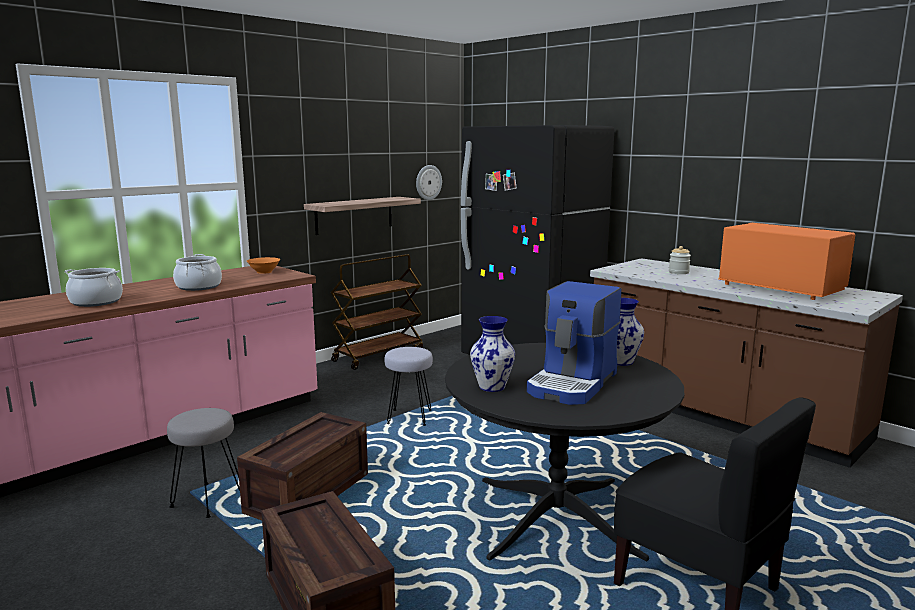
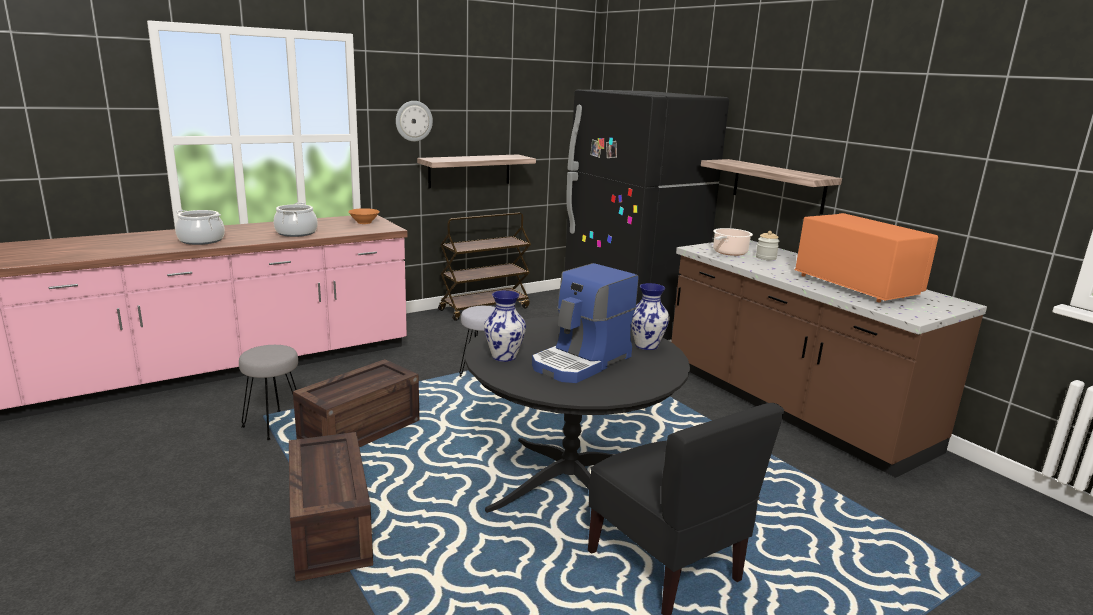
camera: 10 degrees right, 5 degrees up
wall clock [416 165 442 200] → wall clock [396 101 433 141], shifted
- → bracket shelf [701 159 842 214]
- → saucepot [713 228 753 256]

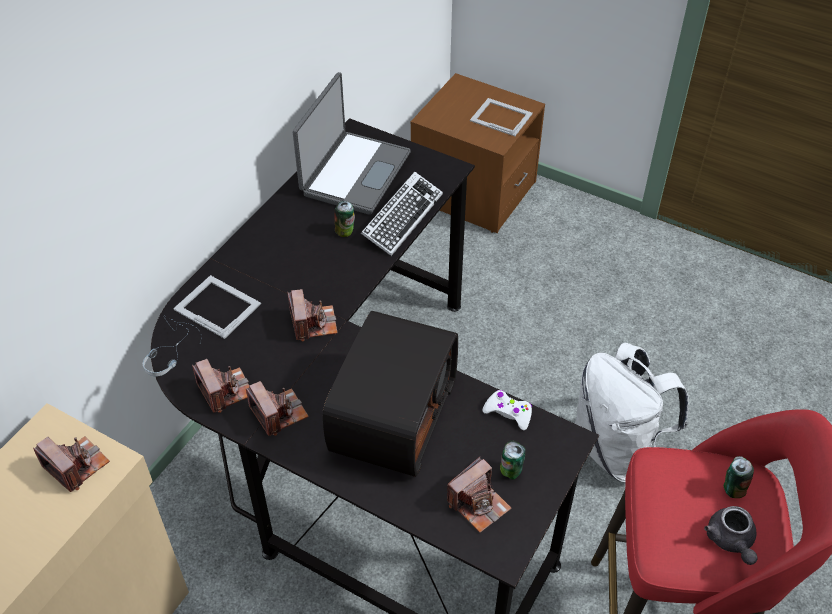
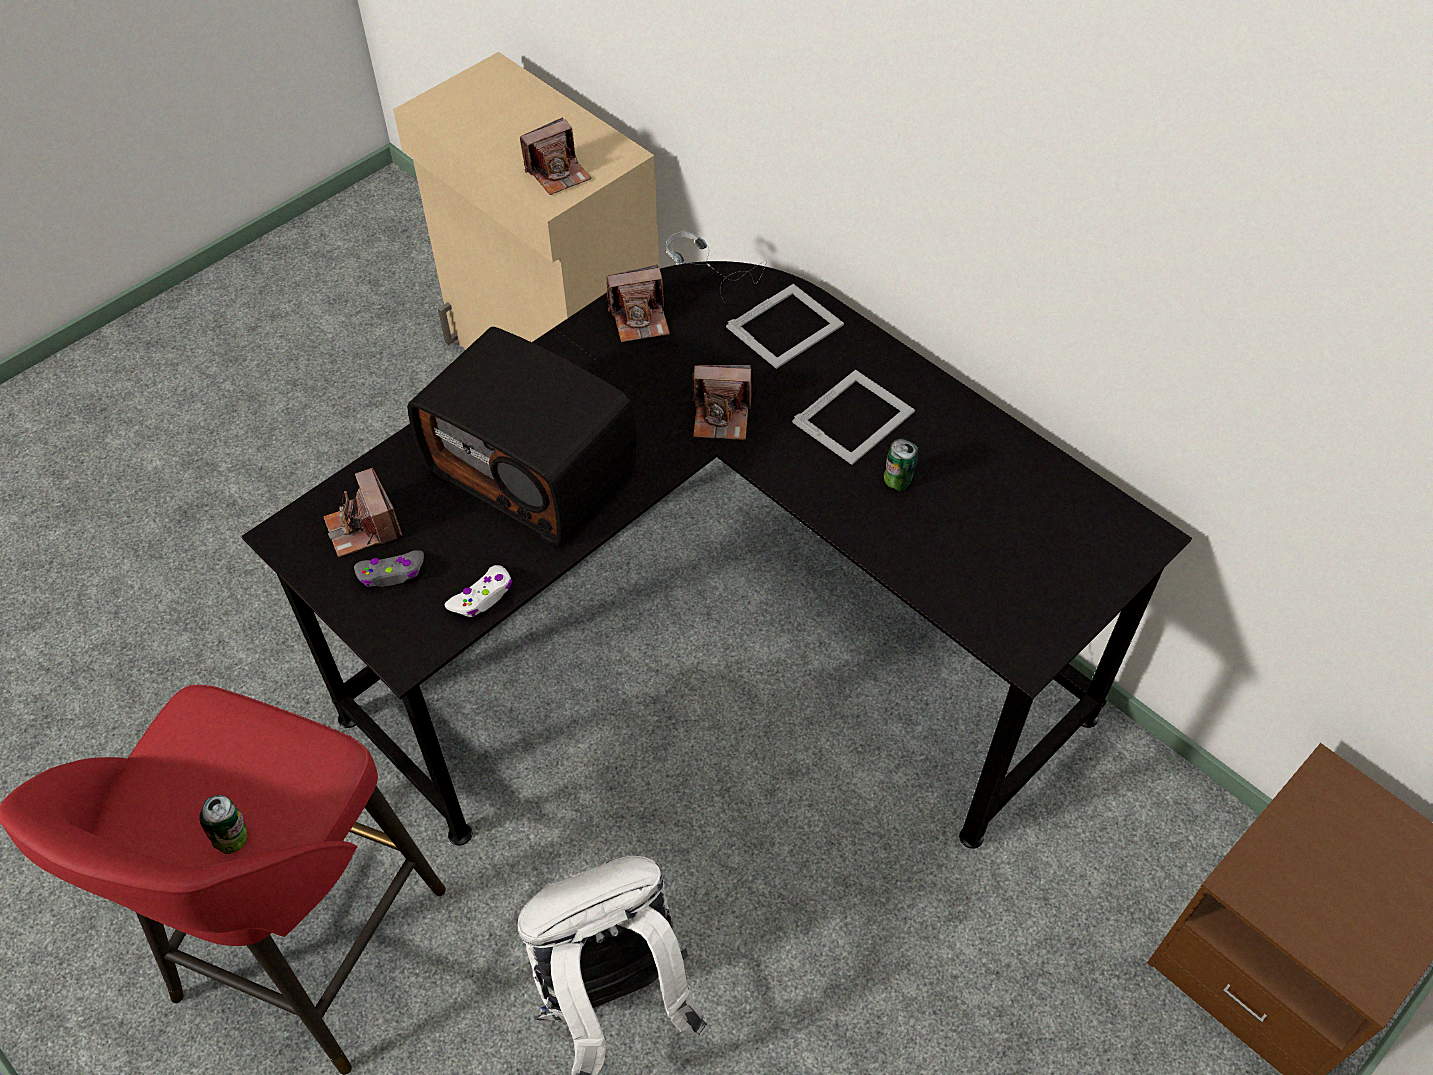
camera: 105 degrees right, 5 degrees up
laptop [293 72 411 215] → -
photo frame [470 98 533 136] → photo frame [792 370 915 465], shifted
computer keyboard [361 172 443 256] → -
photo camera [246 381 309 436] → -
sealed can [500 440 525 480] → game controller (grey) [354 550 424 587]
teapot (grey) [704 506 758 565] → -

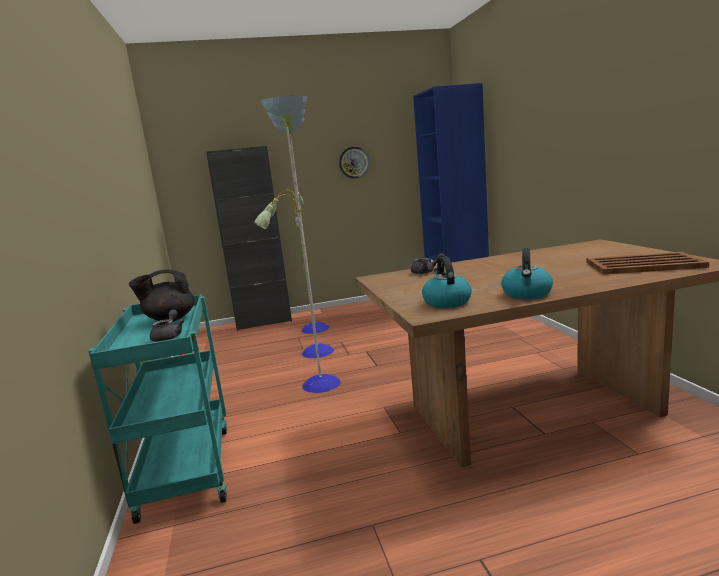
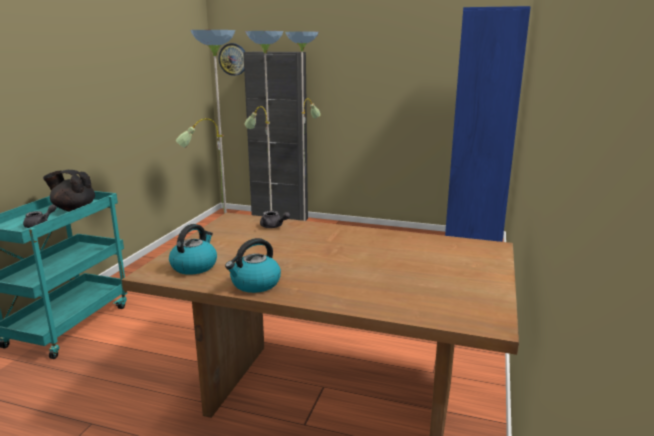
camera: 30 degrees right, 5 degrees up
wall clock [339 147 369 179] → wall clock [219 43 245 76], shifted
serving tray (brown) [586 252 709 274] → -

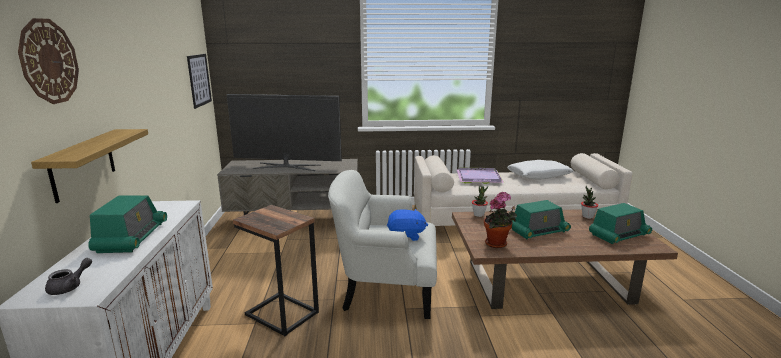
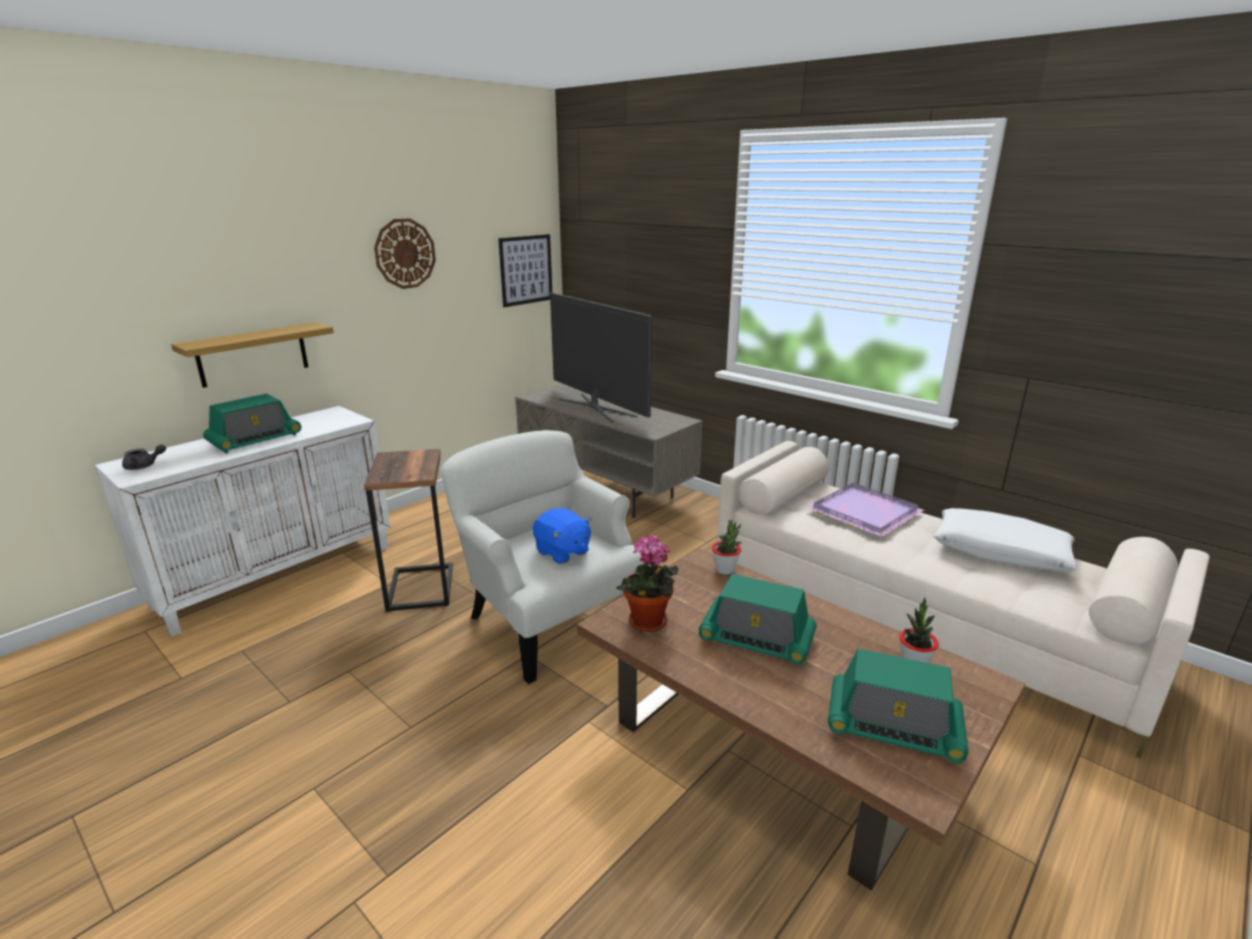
camera: 45 degrees right, 5 degrees up
wall clock [18 18 79 104] → wall clock [374 218 436 289], shifted

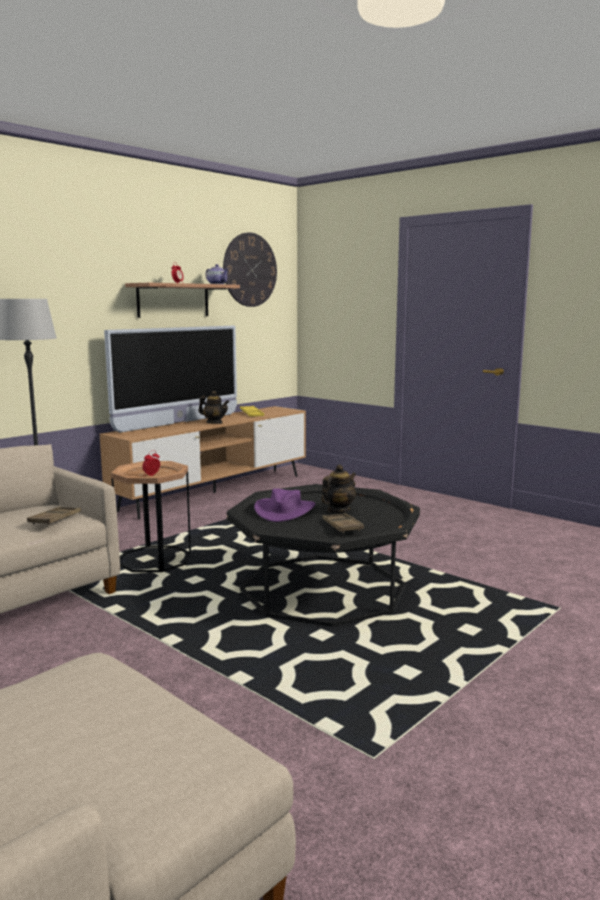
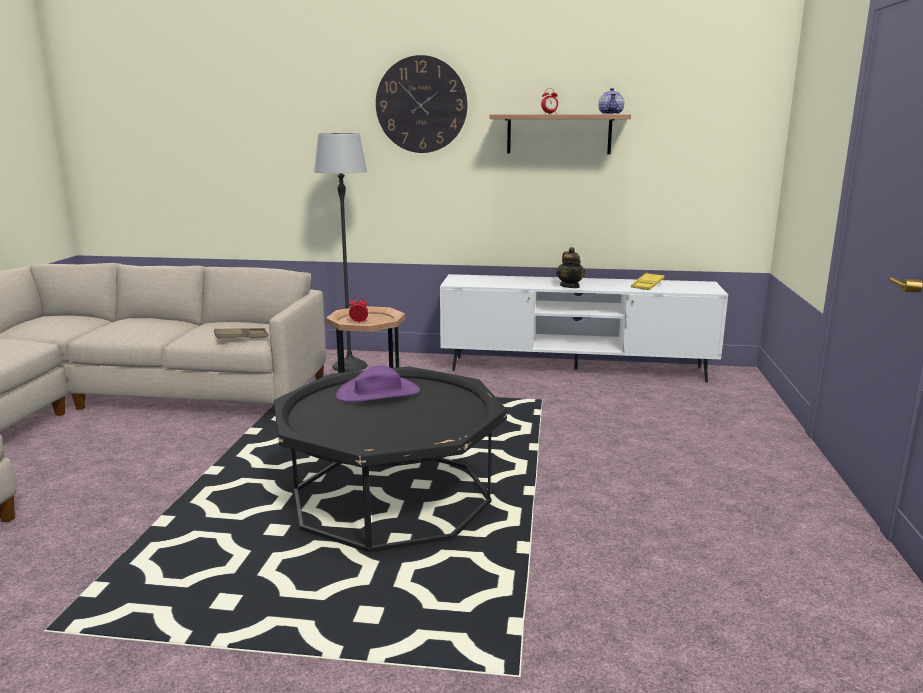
camera: 55 degrees right, 5 degrees up
wall clock [223 232 277 307] → wall clock [376 55 467 153], shifted
television [104 326 237 433] → -
media console (brown) [100 406 306 520] → media console (white) [440 274 728 382]
teapot [321 464 356 513] → -
serving tray (brown) [323 513 364 533] → -

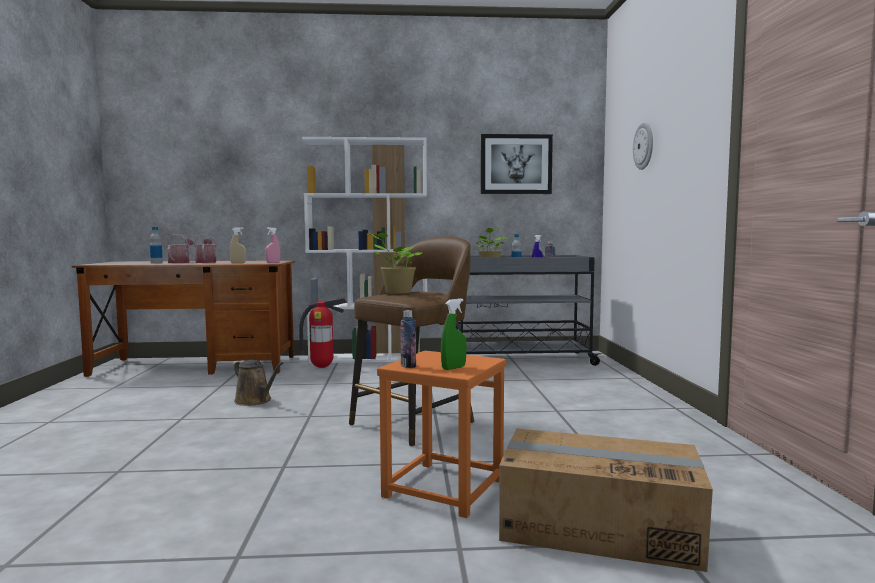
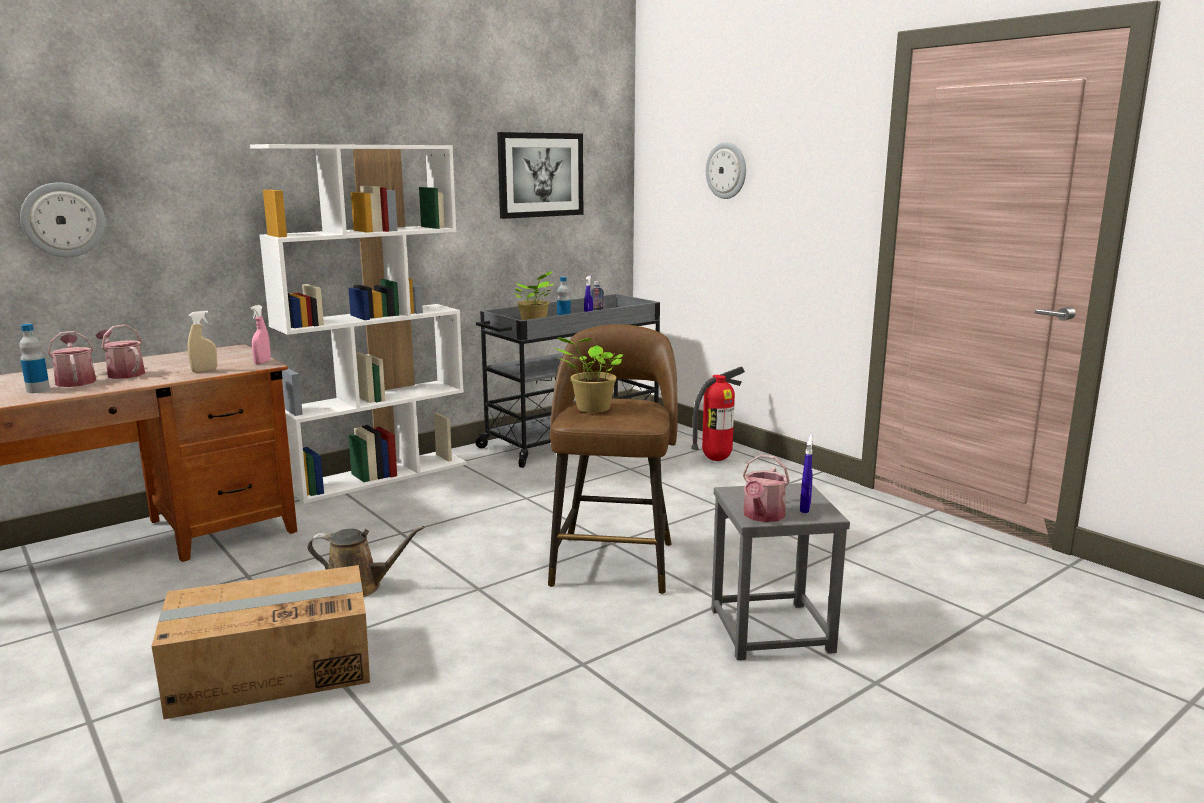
camera: 35 degrees left, 10 degrees up
fire extinguisher [299 298 347 368] → fire extinguisher [691 367 745 461], shifted
hand sprayer (green-coloured) [441 298 467 370] → hand sprayer (bluish) [800 435 813 513]
drink bottle [400 310 416 368] → watering can [743 454 790 522]
stool seat (orange) [377 351 506 518] → stool seat (grey) [711 483 850 660]
cardboard box [499 428 713 572] → cardboard box [151 565 370 719], shifted
- → wall clock [20 182 106 257]

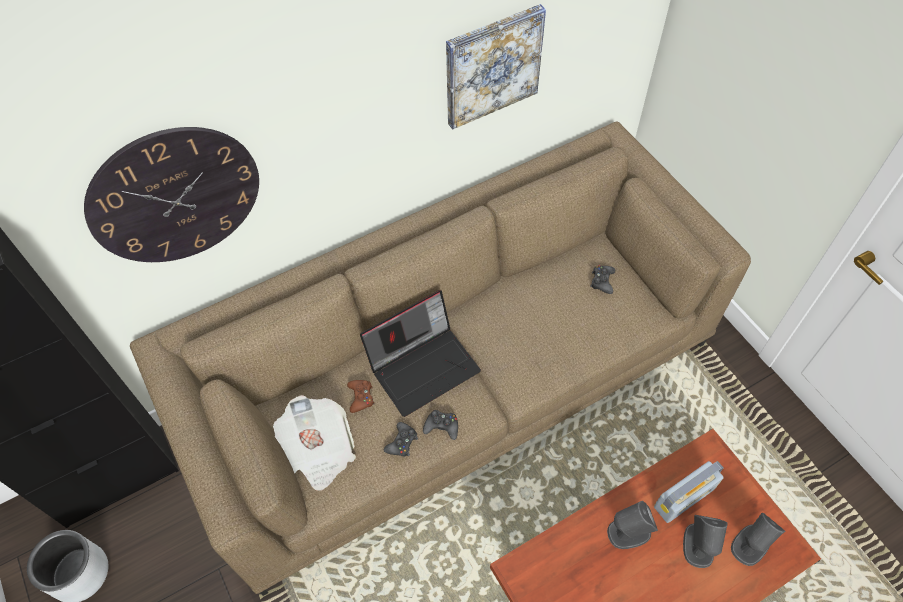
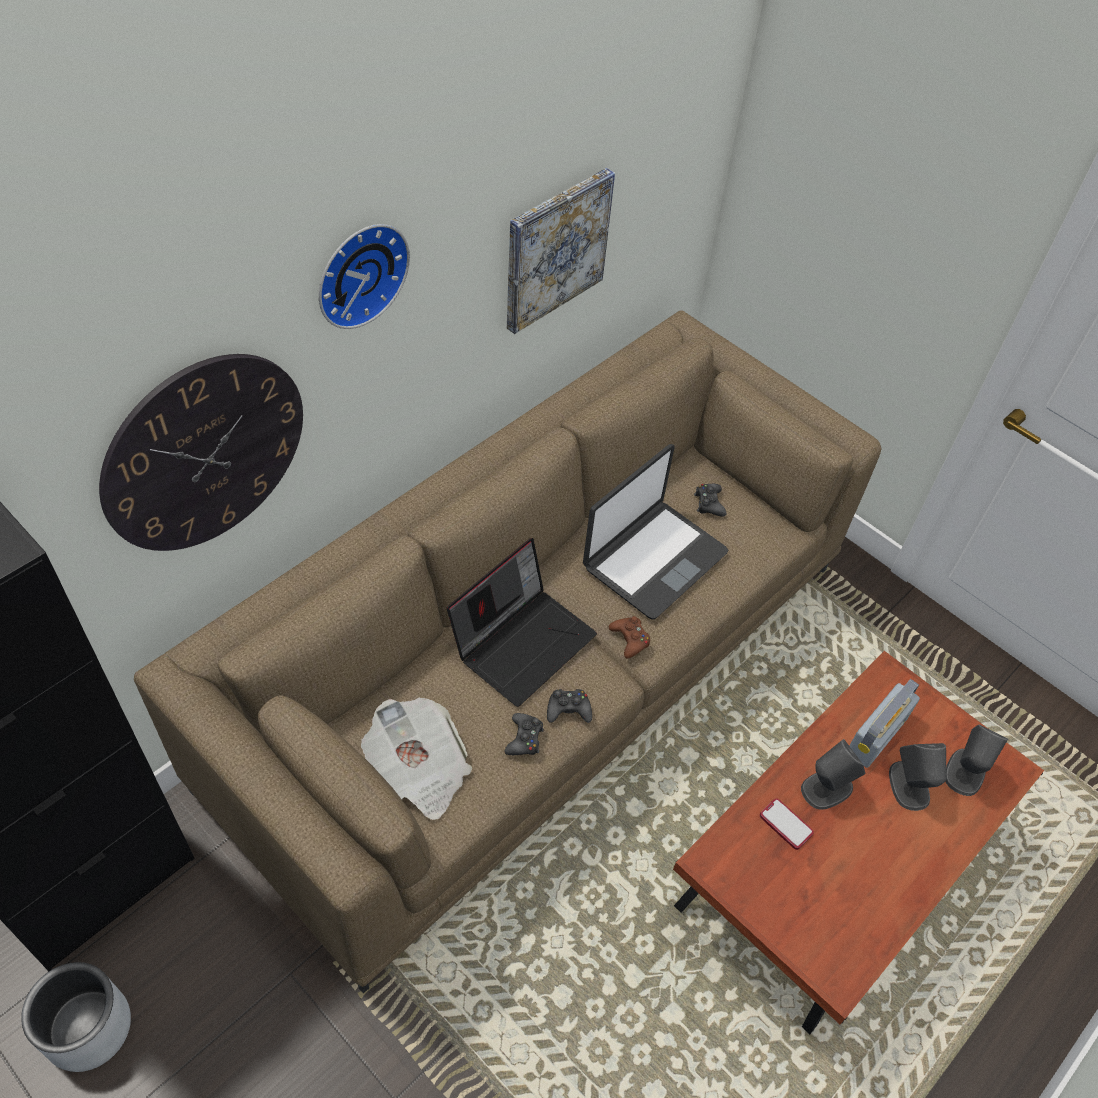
camera: 20 degrees left, 5 degrees down
game controller (brown) [347 380 374 413] → game controller (brown) [609 616 650 659], shifted
- → wall clock [319 224 410 329]
- → laptop [583 444 728 620]
- → phone [760 798 814 850]

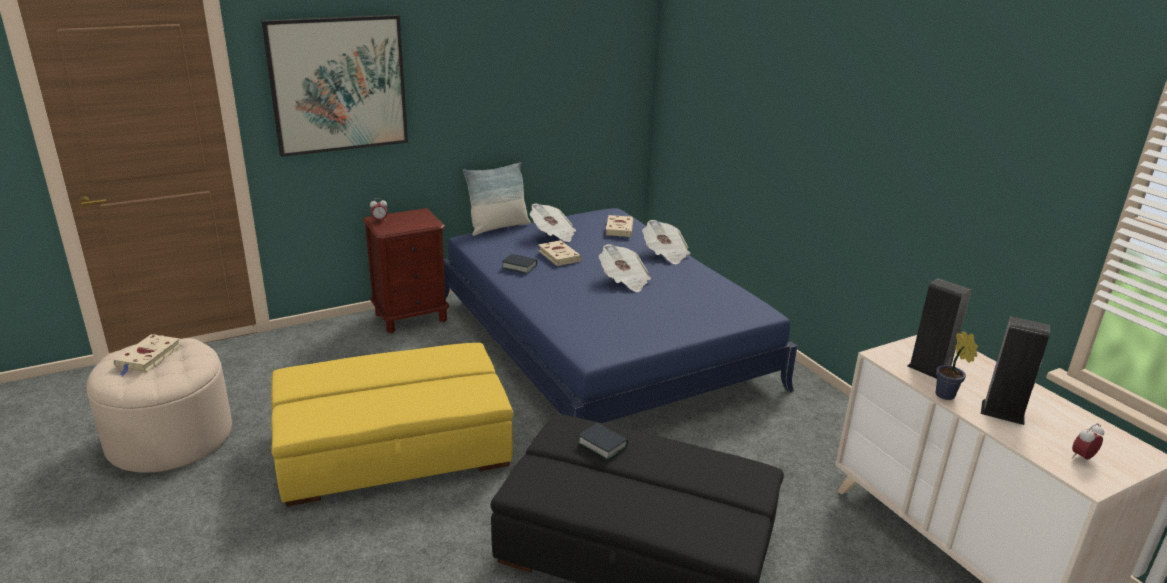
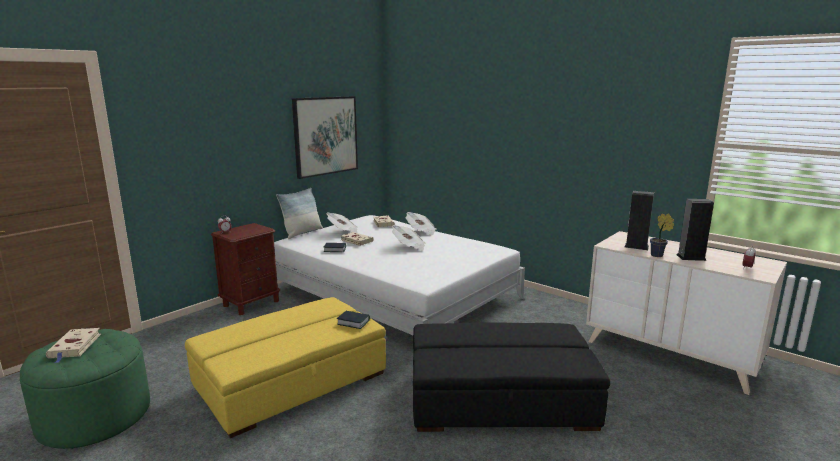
camera: 20 degrees left, 10 degrees down
picture [261 15 408 157] → picture [292 96 358 179], shifted
bedroom bed (bluish) [444 208 797 423] → bedroom bed (white) [274 215 525 335]
ottoman (beige-coloured) [86 338 232 473] → ottoman (green-coloured) [20 329 150 449]
volume [578 423 628 460] → volume [337 311 370 329], shifted

